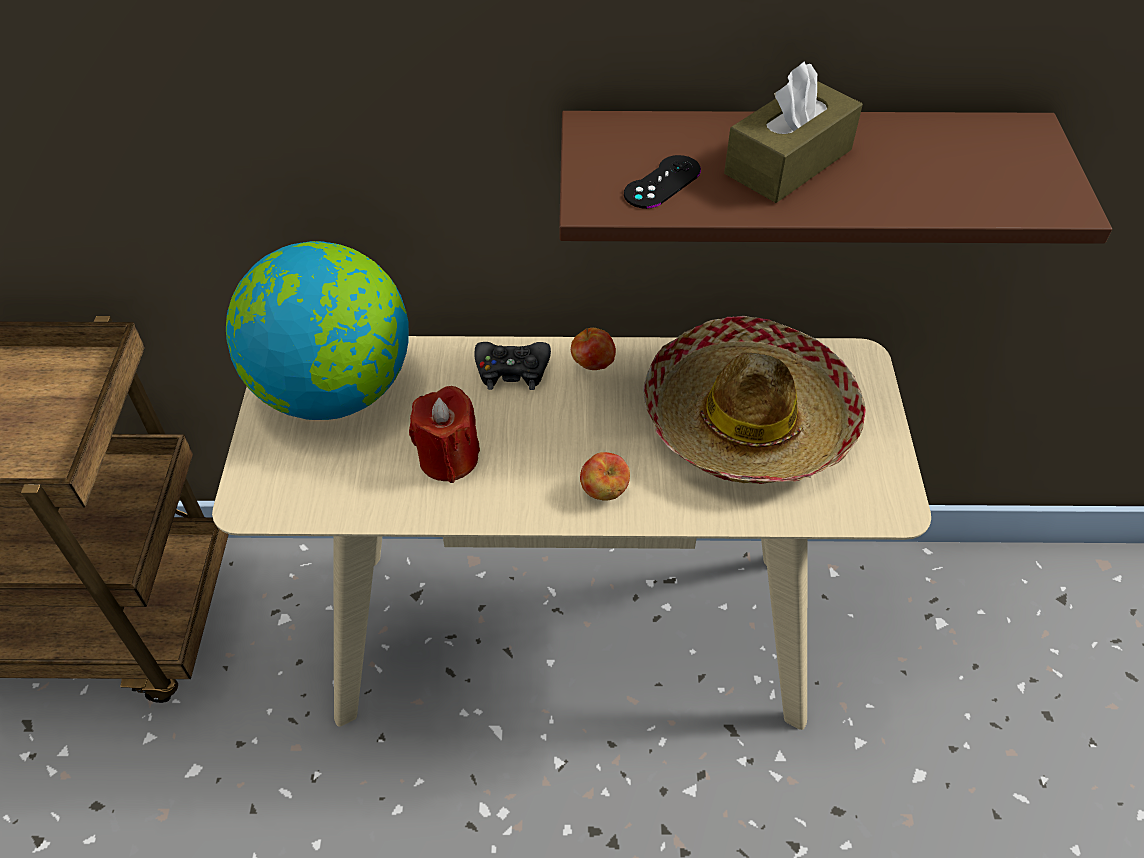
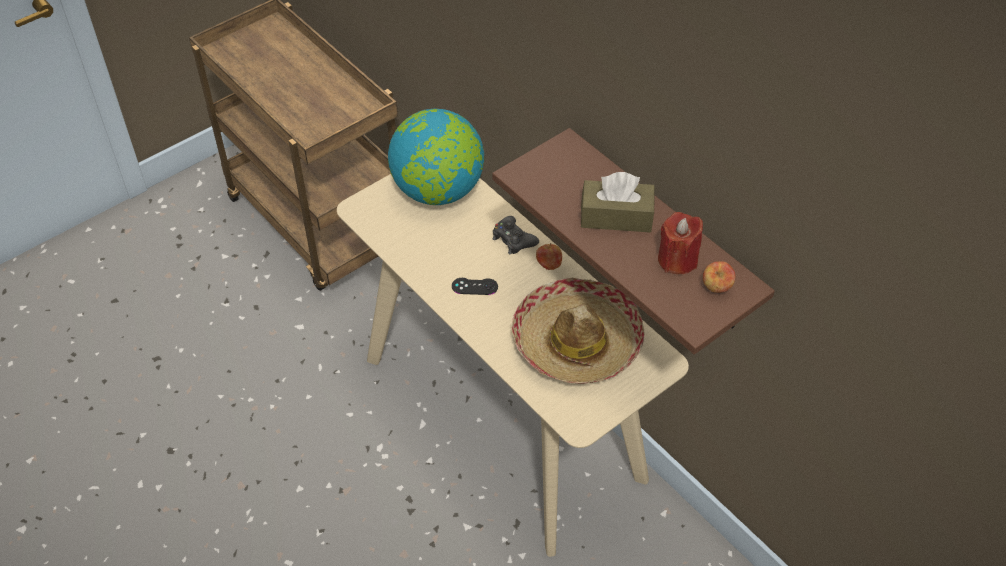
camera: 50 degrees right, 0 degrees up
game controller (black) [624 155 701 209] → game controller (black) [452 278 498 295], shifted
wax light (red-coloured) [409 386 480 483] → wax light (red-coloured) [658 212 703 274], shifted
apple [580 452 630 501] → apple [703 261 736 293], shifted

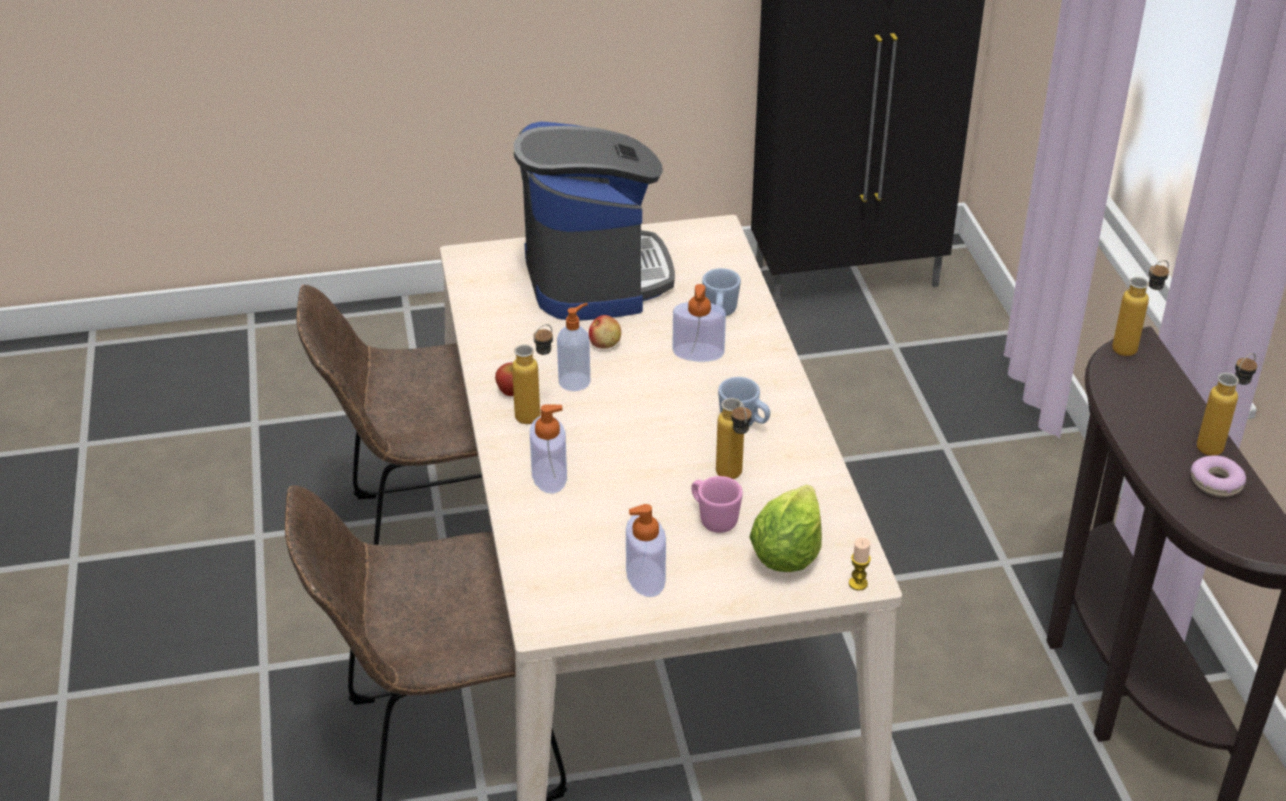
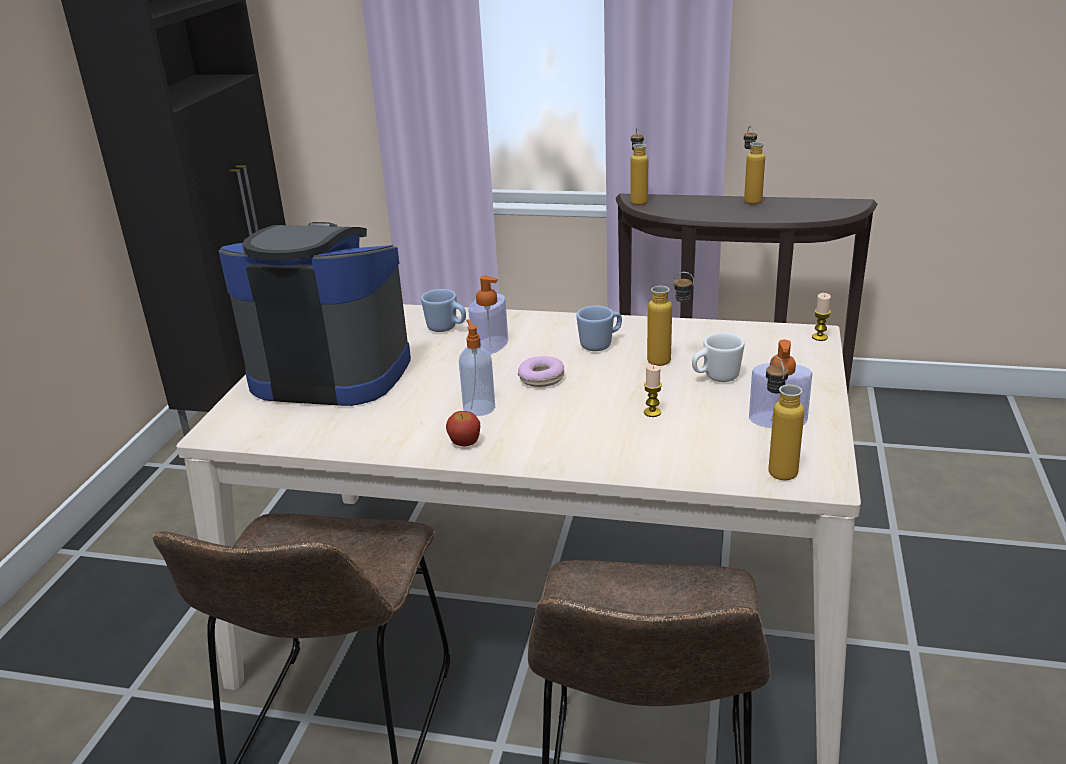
camera: 65 degrees left, 10 degrees down
apple [589 315 621 349] → -
drink bottle [512 324 553 424] → drink bottle [766 356 804 481], shifted
liquid soap bottle [530 404 567 494] → -
ring doughnut [1191 455 1246 497] → ring doughnut [518 356 564 387], shifted
tea mug (pink-coloured) [691 476 743 533] → tea mug (white) [692 333 745 382]
lettuce [749 485 822 572] → -
- → wax light [644 365 662 417]

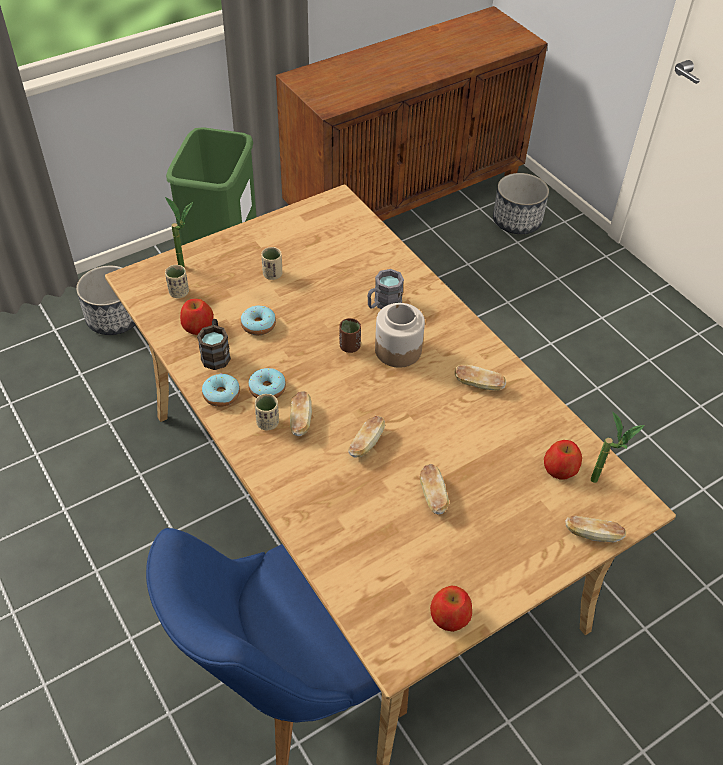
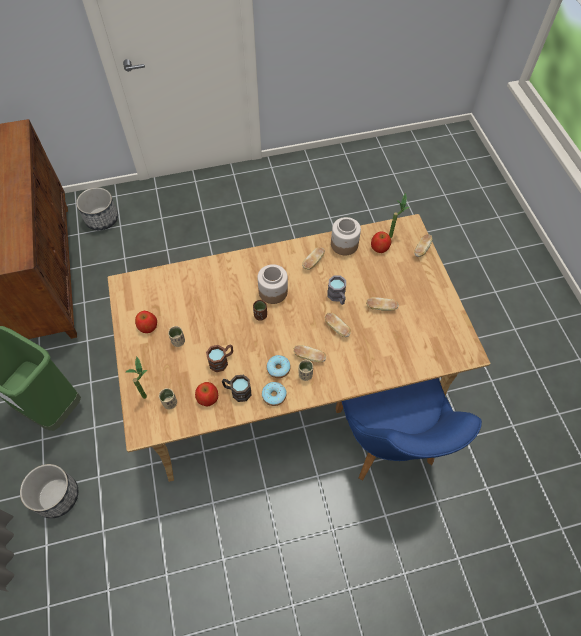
camera: 70 degrees left, 10 degrees up
tea mug (grey) [367 269 404 309] → tea mug (grey) [327 276 346 305], shifted
ring doughnut [241 306 276 335] → tea mug (brown) [206 344 233 372]
apple [430 586 472 632] → apple [135 311 157 333], shifted
- → preserve jar [331 217 361 255]

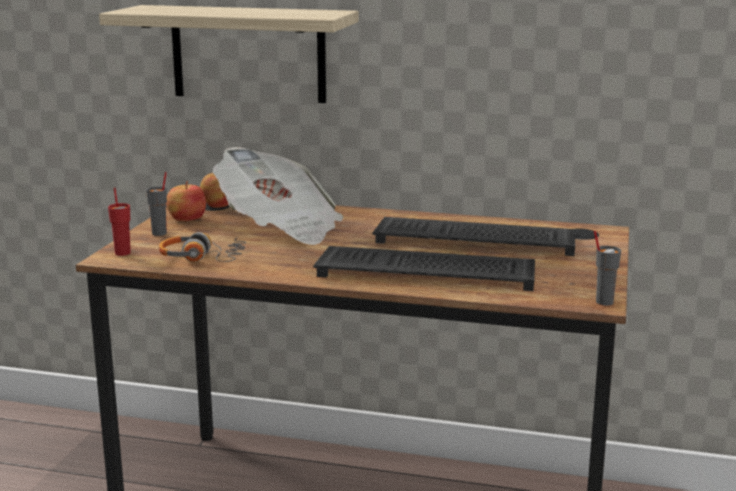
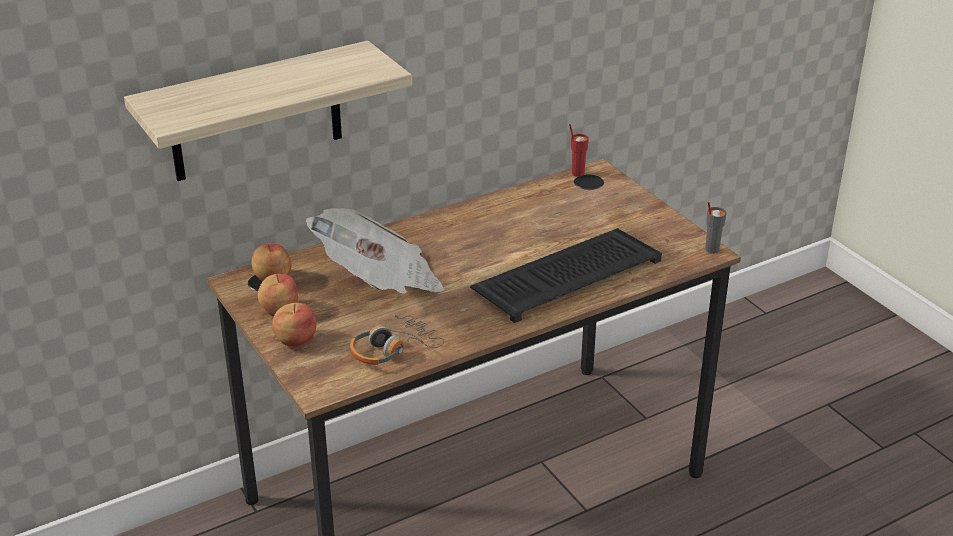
camera: 45 degrees left, 15 degrees up
small cup (grey) [146 172 167 236] → apple [272 303 316 347]
small cup (red-coloured) [108 188 131 256] → small cup (red-coloured) [569 124 589 177], shifted
computer keyboard [372 217 575 256] → -

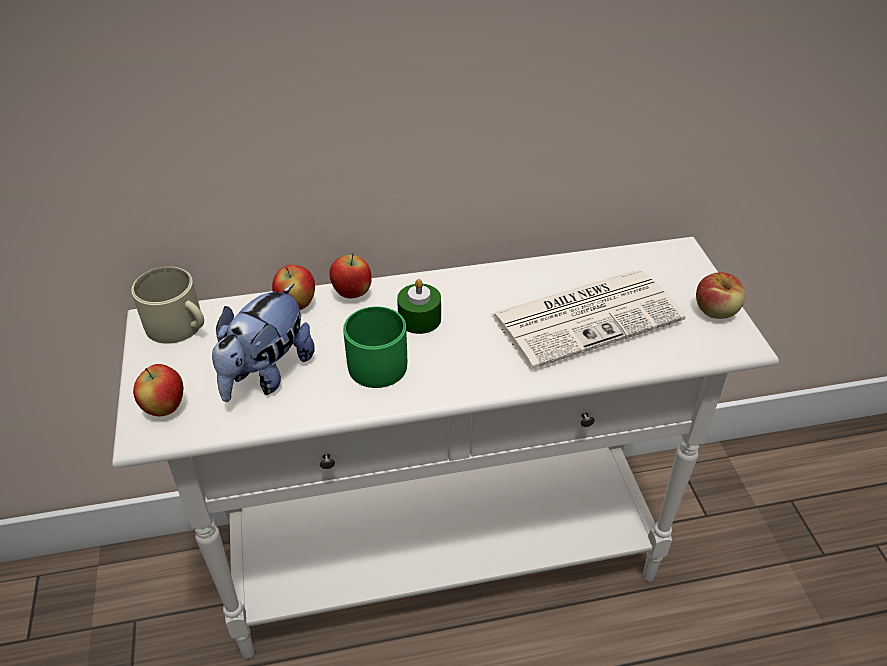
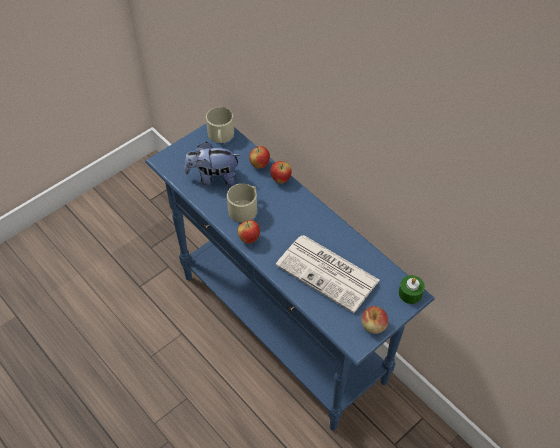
camera: 60 degrees right, 10 degrees up
hall table (white) [112 237 779 659] → hall table (bluish) [145 124 435 431]
wax light (green-coloured) [397 279 441 334] → wax light (green-coloured) [398 275 425 304], shifted
tea mug (green-coloured) [343 307 407 388] → tea mug (beige-coloured) [227 184 257 223]
apple [133 364 183 416] → apple [238 220 260 244], shifted

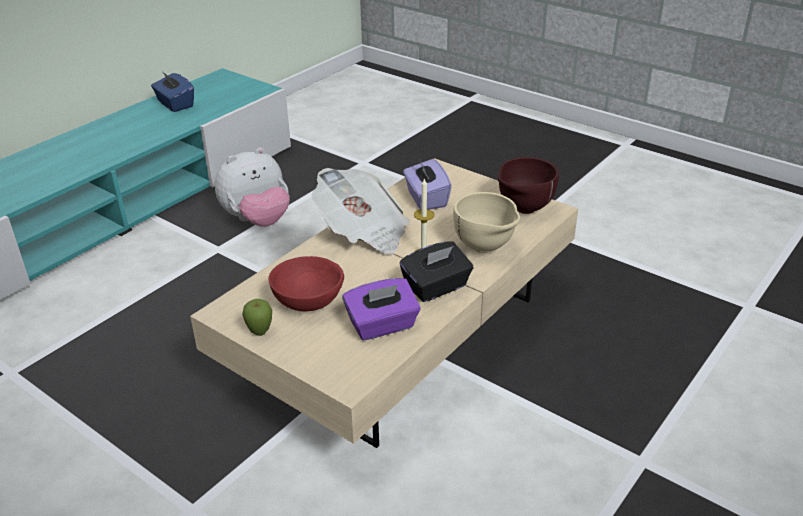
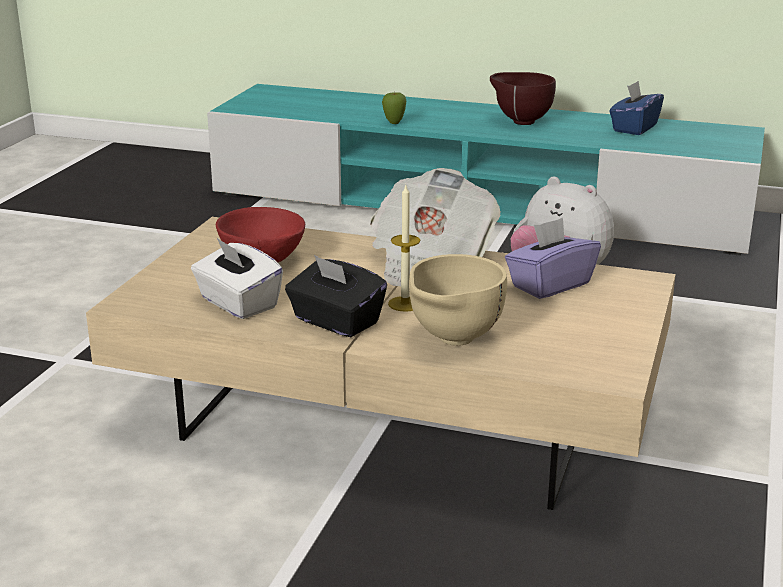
camera: 70 degrees right, 10 degrees down
serving bowl (brown) [498 157 559 214] → serving bowl (brown) [490 72 556 125], shifted
tissue box (purple-coloured) [342 278 420 340] → tissue box (white) [191 238 283 319]
apple [242 299 272 336] → apple [382 92 406 124], shifted

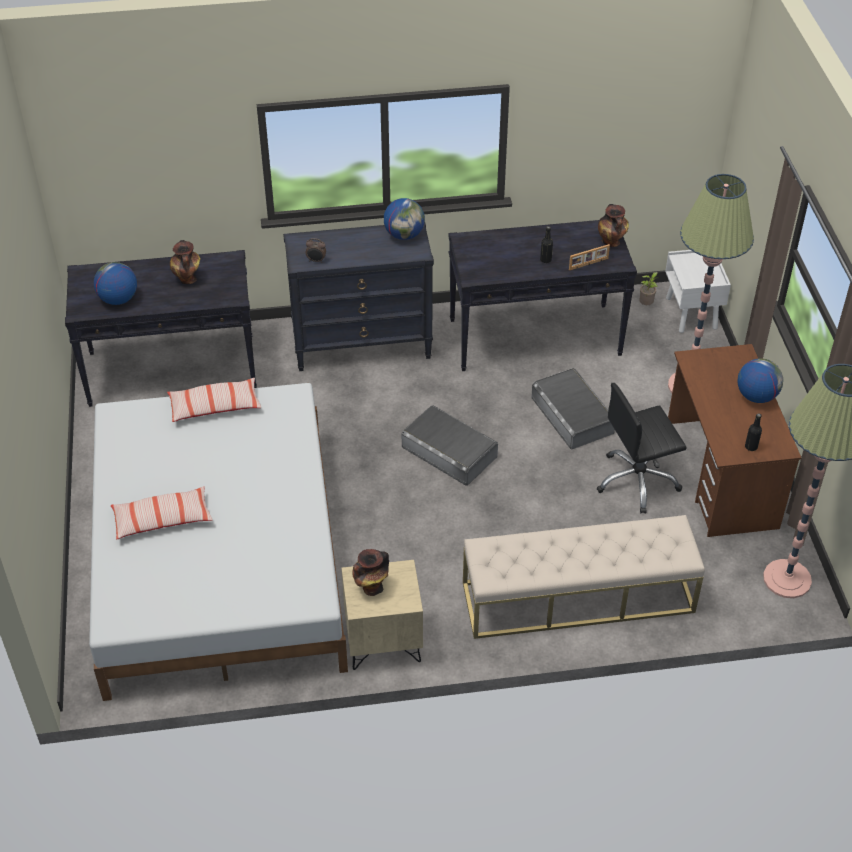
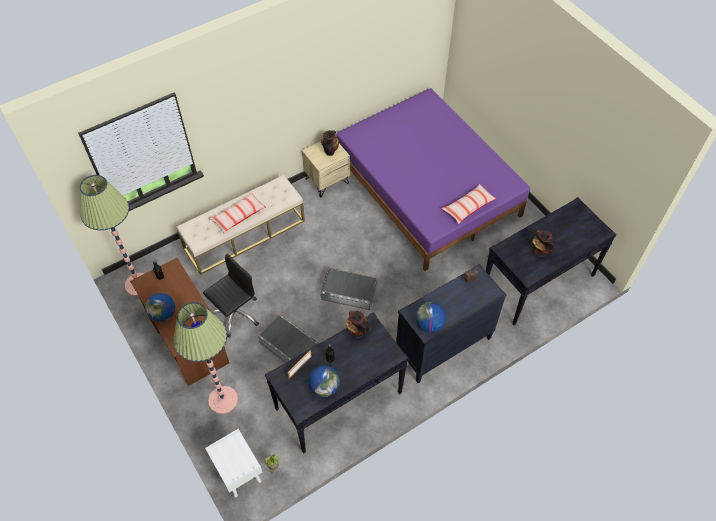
camera: 155 degrees right, 10 degrees up
vase [598 204 629 247] → vase [346 311 370 338], shifted
globe [94 262 137 305] → globe [309 366 340 397], shifted
bedroom bed (white) [89 383 348 701] → bedroom bed (purple-coloured) [336 88 530 271]
throw pillow [111 486 213 539] → throw pillow [210 193 266 234], shifted

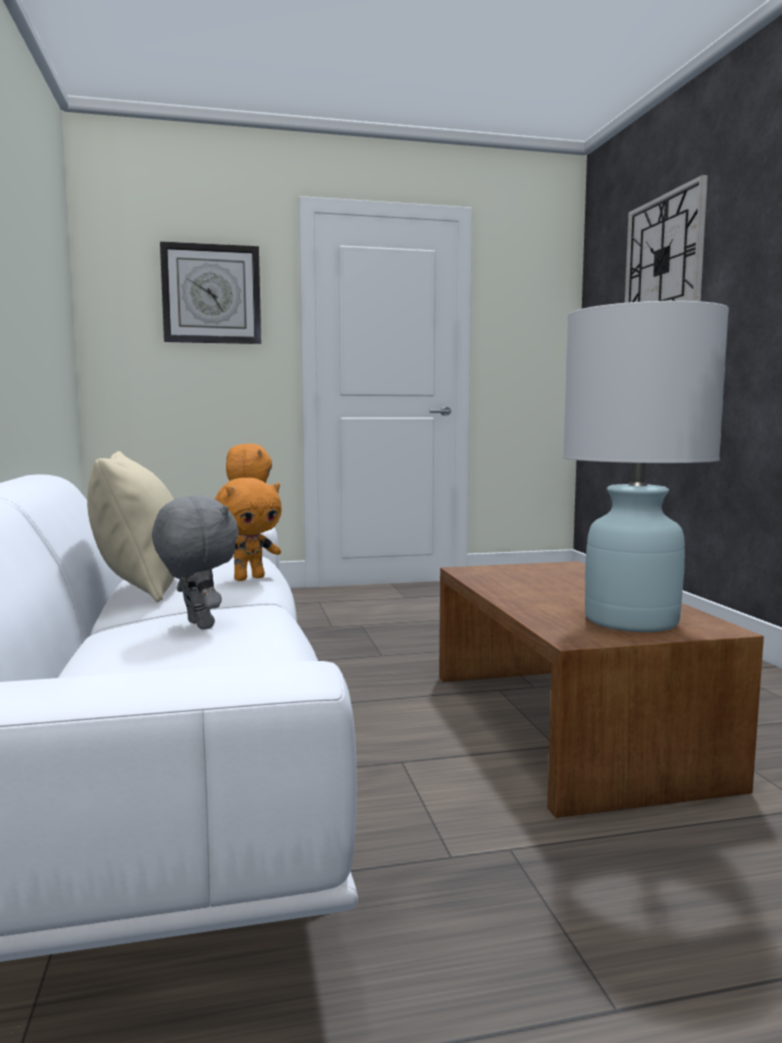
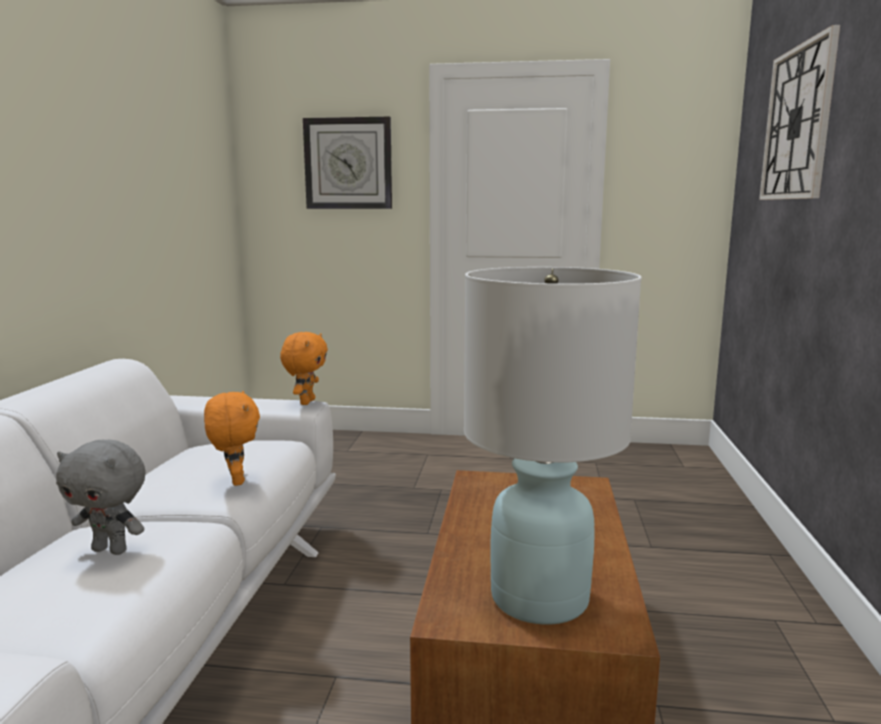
camera: 20 degrees right, 5 degrees up
throw pillow (beige-coloured) [87 451 175 602] → -
plush toy (orange) [215 478 282 581] → plush toy (orange) [204 391 260 486], 90 degrees counterclockwise
plush toy (grey) [152 496 239 630] → plush toy (grey) [56 439 146 555], 120 degrees clockwise

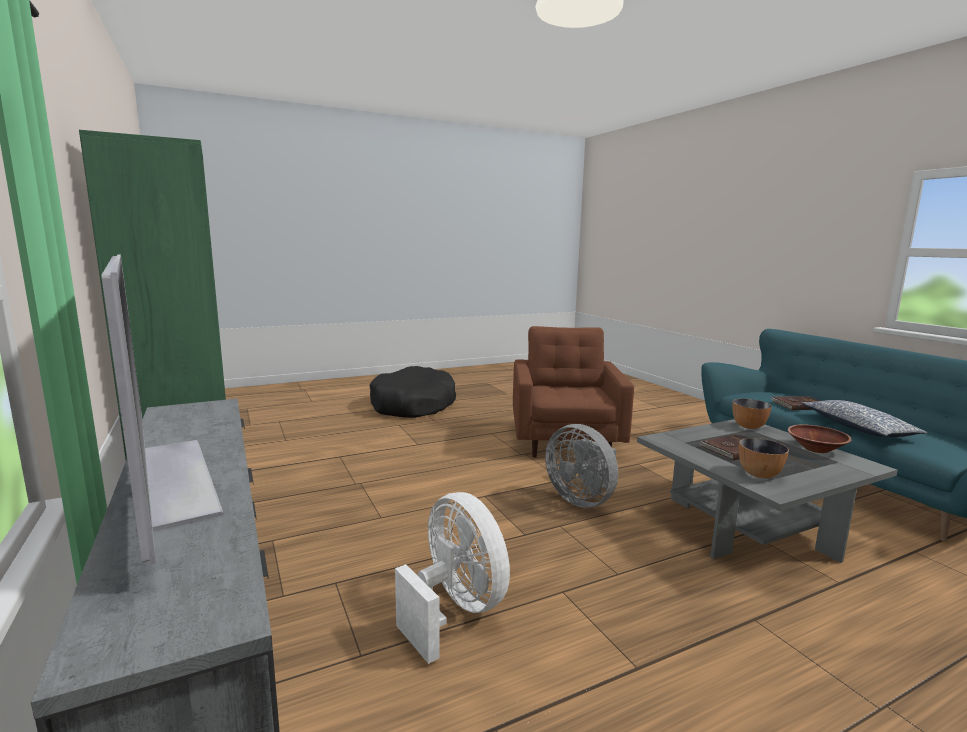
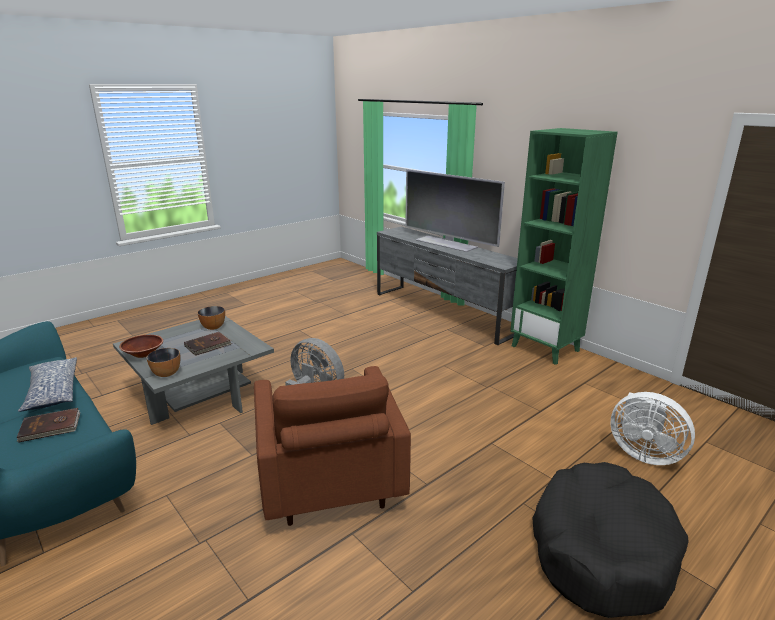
camera: 165 degrees right, 10 degrees up
electric fan (white) [395 492 510 664] → electric fan (white) [610 392 695 465], shifted

